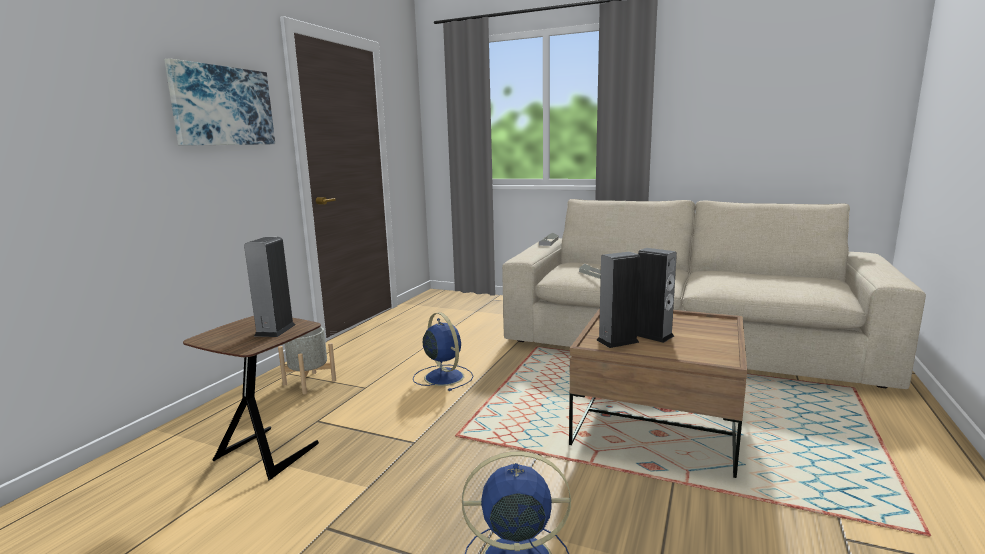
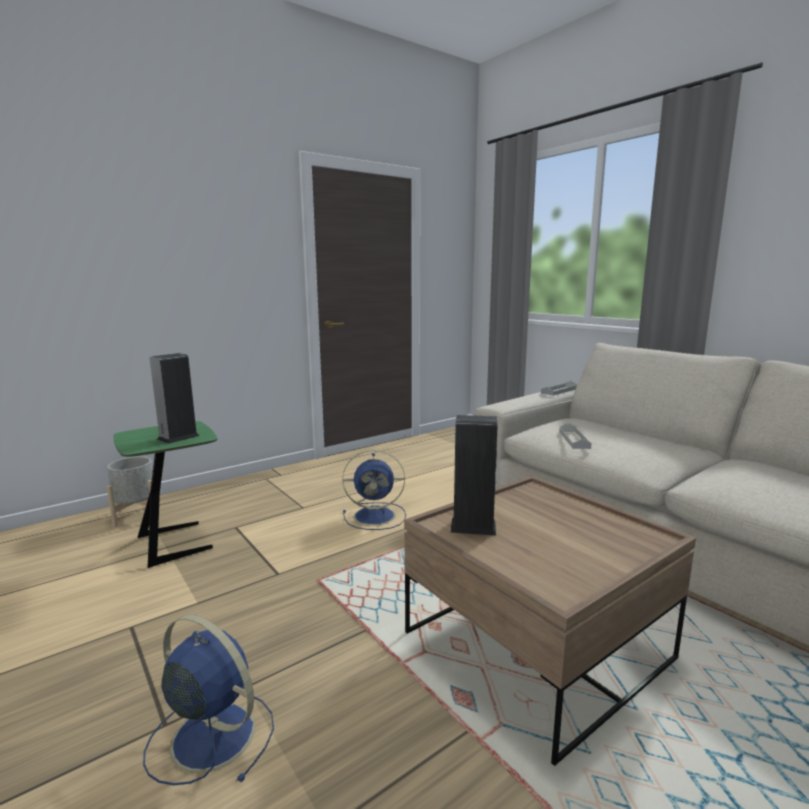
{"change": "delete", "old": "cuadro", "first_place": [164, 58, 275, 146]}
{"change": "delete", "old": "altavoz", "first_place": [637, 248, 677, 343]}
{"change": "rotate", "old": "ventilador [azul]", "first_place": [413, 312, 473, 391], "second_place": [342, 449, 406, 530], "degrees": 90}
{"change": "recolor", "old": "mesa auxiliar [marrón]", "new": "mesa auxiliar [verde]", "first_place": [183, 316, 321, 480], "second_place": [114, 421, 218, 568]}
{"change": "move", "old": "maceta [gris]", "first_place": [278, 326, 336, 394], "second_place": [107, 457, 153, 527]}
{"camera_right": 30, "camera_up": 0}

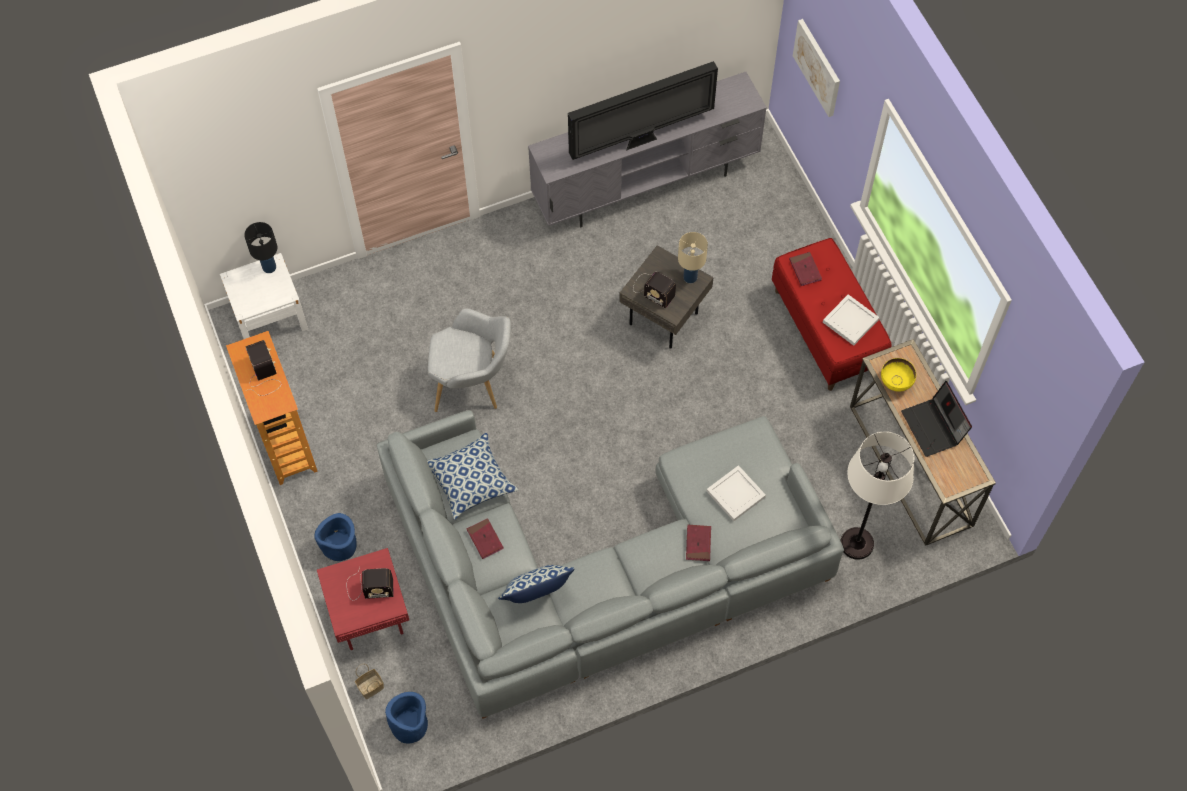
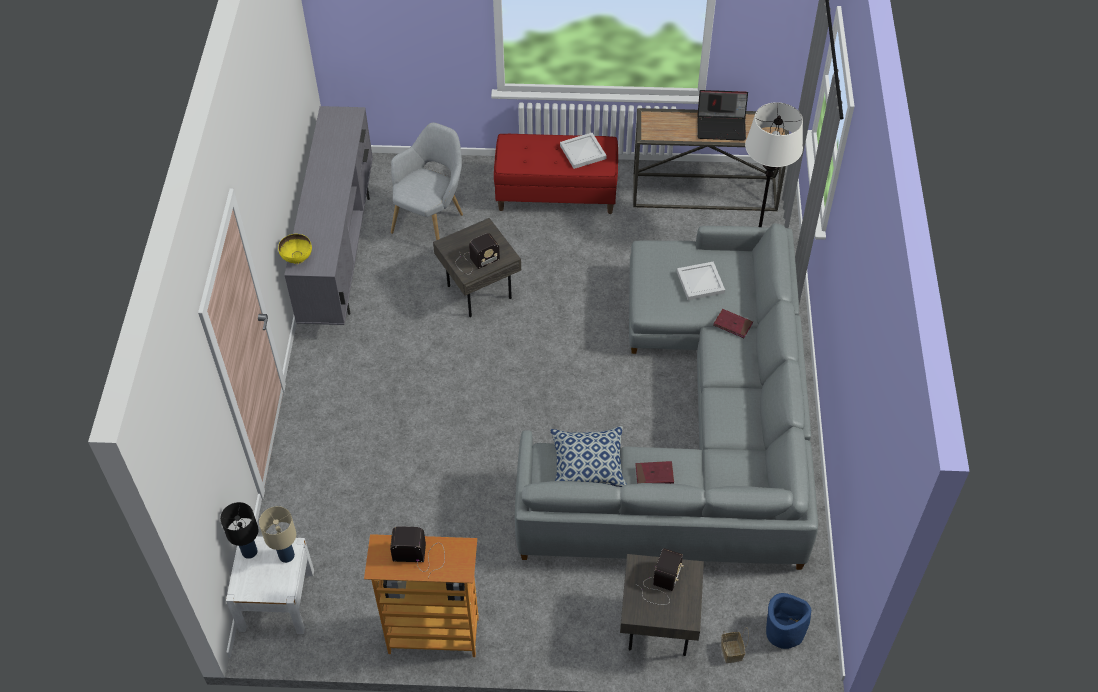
{"change": "delete", "old": "cuadro", "first_place": [793, 19, 840, 117]}
{"change": "delete", "old": "televisor", "first_place": [568, 61, 718, 160]}
{"change": "move", "old": "lámpara de mesa [beis]", "first_place": [678, 232, 708, 283], "second_place": [259, 506, 296, 563]}
{"change": "delete", "old": "libro [rojo]", "first_place": [789, 252, 822, 286]}
{"change": "move", "old": "sillón [gris]", "first_place": [428, 308, 511, 412], "second_place": [391, 123, 463, 240]}
{"change": "move", "old": "cuenco [amarillo]", "first_place": [881, 358, 916, 392], "second_place": [278, 234, 312, 264]}
{"change": "delete", "old": "maceta [azul]", "first_place": [314, 513, 357, 561]}
{"change": "recolor", "old": "mesa auxiliar [rojo]", "new": "mesa auxiliar [gris]", "first_place": [317, 548, 409, 650], "second_place": [620, 554, 704, 656]}
{"change": "delete", "old": "cojín", "first_place": [498, 565, 575, 603]}
{"camera_right": -65, "camera_up": -10}

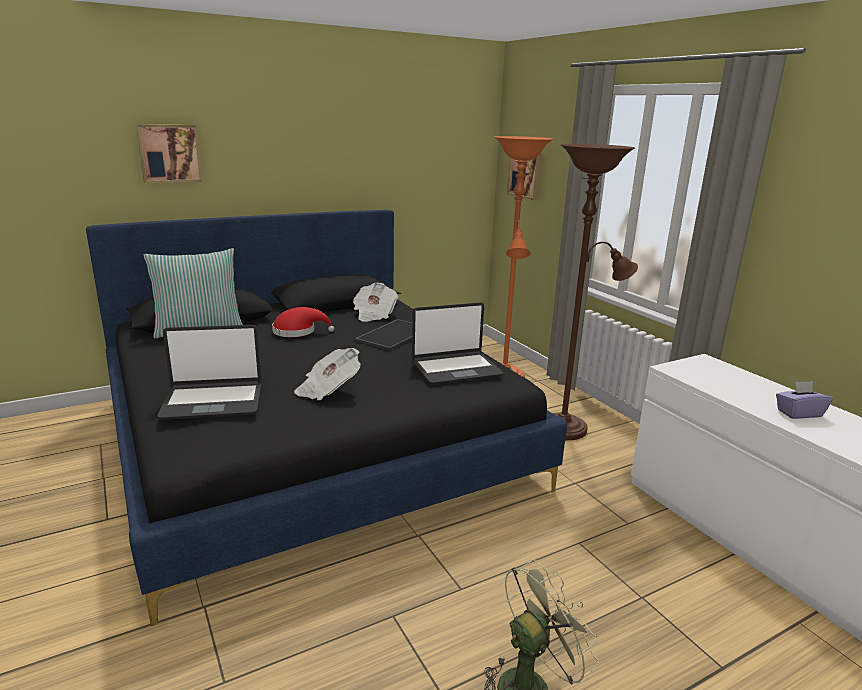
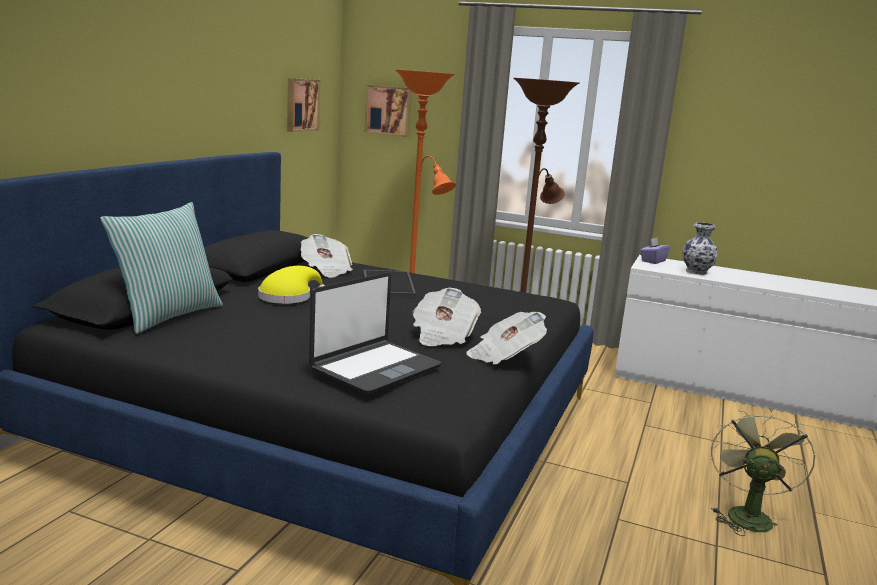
{"change": "move", "old": "cuadro", "first_place": [136, 124, 202, 183], "second_place": [287, 78, 321, 132]}
{"change": "delete", "old": "portátil", "first_place": [412, 302, 503, 385]}
{"change": "recolor", "old": "sombrero [rojo]", "new": "sombrero [amarillo]", "first_place": [272, 307, 334, 337], "second_place": [258, 266, 325, 304]}
{"change": "move", "old": "caja de pañuelos [morado]", "first_place": [776, 381, 833, 419], "second_place": [640, 238, 670, 264]}
{"change": "insert", "new": "florero", "second_place": [683, 222, 718, 275]}
{"change": "insert", "new": "periódico", "second_place": [466, 312, 547, 364]}
{"camera_right": -40, "camera_up": -5}

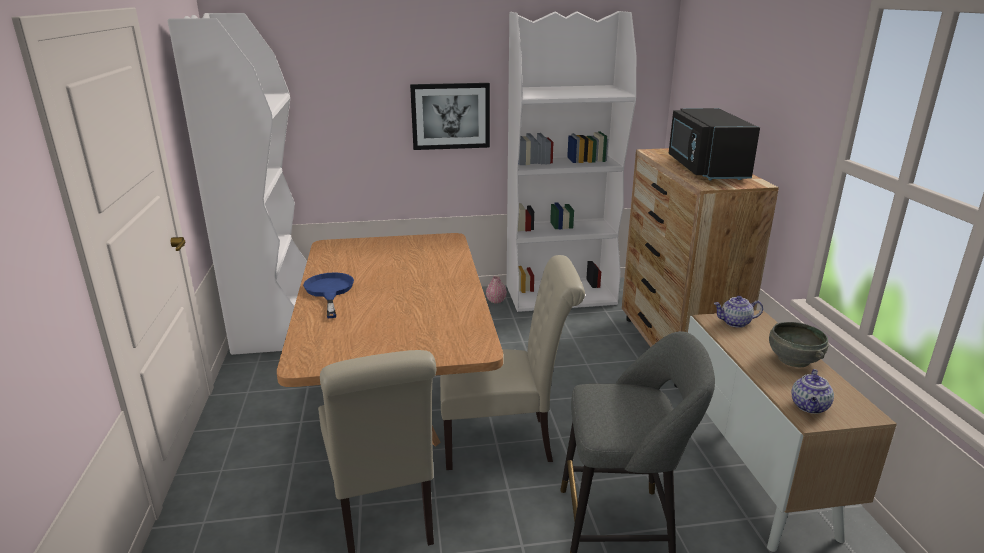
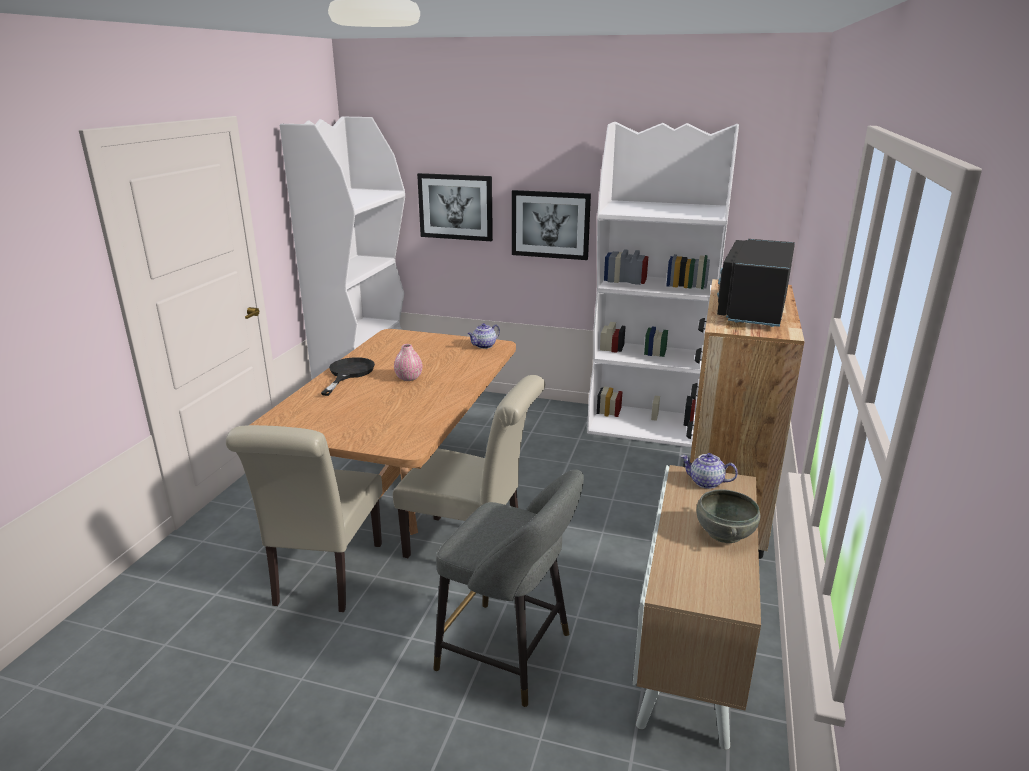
{"change": "recolor", "old": "sartén [azul]", "new": "sartén [negro]", "first_place": [303, 272, 354, 318], "second_place": [321, 357, 375, 396]}
{"change": "move", "old": "florero [rosa]", "first_place": [486, 276, 507, 303], "second_place": [394, 344, 422, 381]}
{"change": "move", "old": "tetera", "first_place": [792, 369, 834, 414], "second_place": [468, 323, 500, 349]}
{"change": "insert", "new": "cuadro", "second_place": [417, 173, 493, 241]}
{"camera_right": 25, "camera_up": 0}

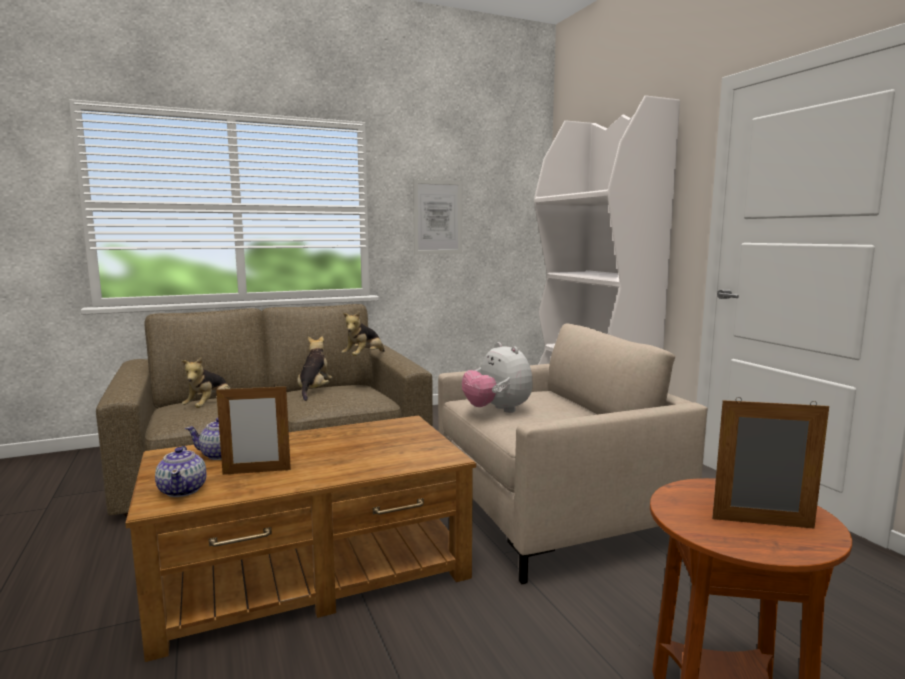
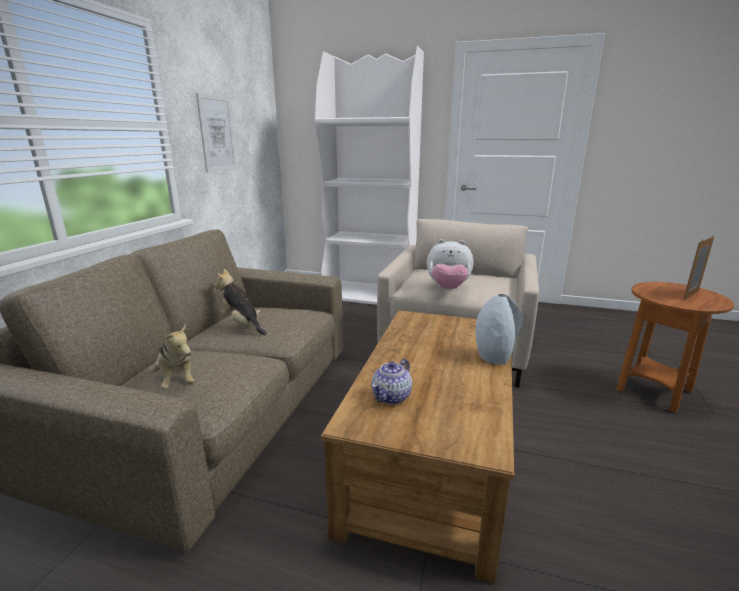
{"change": "delete", "old": "peluche", "first_place": [342, 311, 385, 356]}
{"change": "delete", "old": "portarretratos", "first_place": [216, 384, 291, 475]}
{"change": "delete", "old": "tetera", "first_place": [155, 446, 206, 497]}
{"change": "insert", "new": "florero [gris]", "second_place": [475, 294, 524, 365]}
{"camera_right": -50, "camera_up": 10}

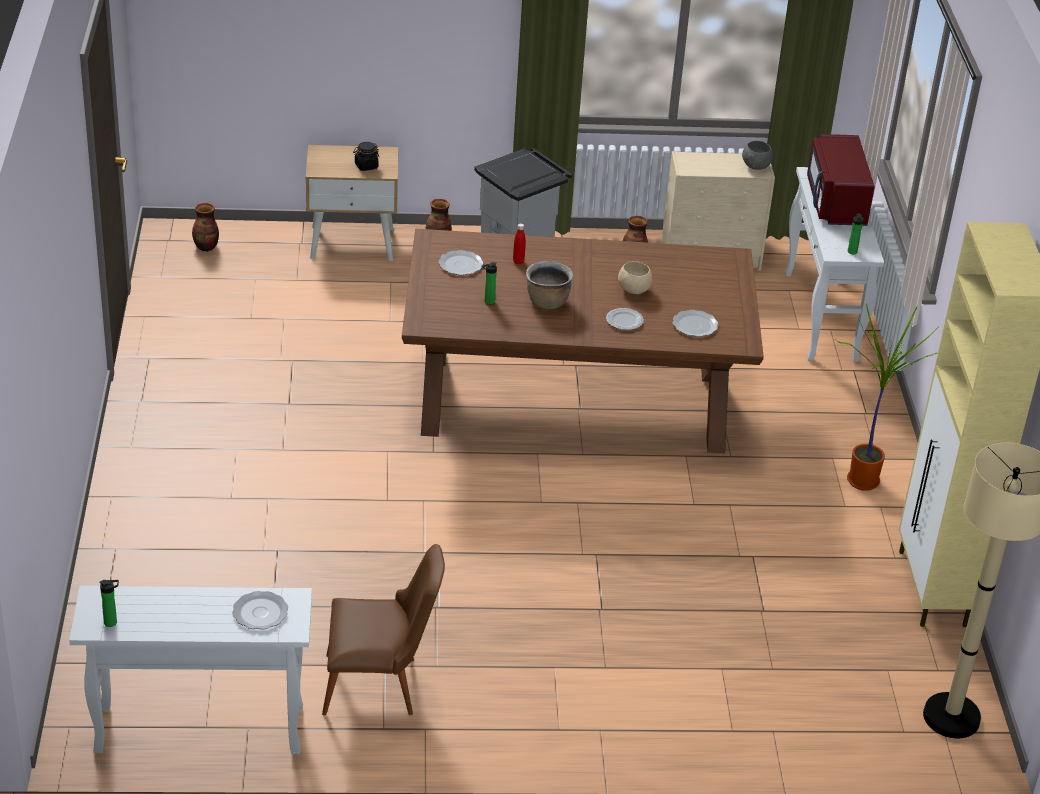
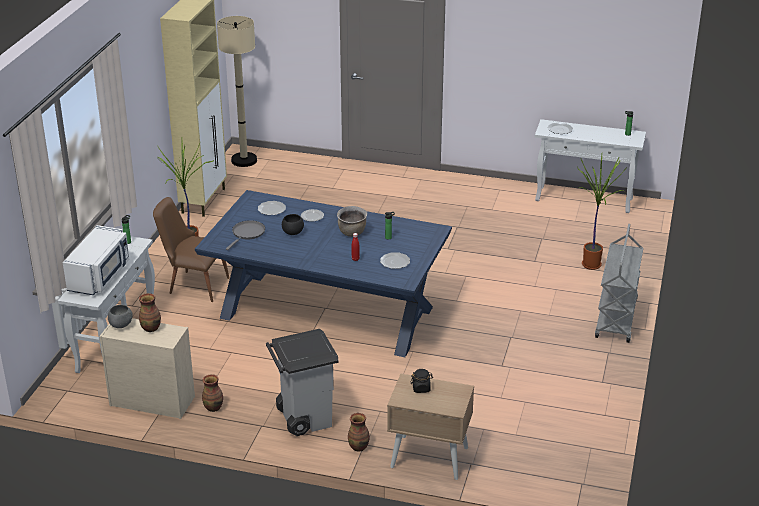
{"change": "recolor", "old": "microondas [rojo]", "new": "microondas [blanco]", "first_place": [807, 134, 875, 226], "second_place": [63, 225, 129, 295]}
{"change": "move", "old": "florero", "first_place": [192, 203, 219, 252], "second_place": [139, 293, 161, 332]}
{"change": "recolor", "old": "mesa de comedor [marrón]", "new": "mesa de comedor [azul]", "first_place": [402, 229, 764, 453], "second_place": [195, 190, 452, 357]}
{"change": "recolor", "old": "cuenco [beis]", "new": "cuenco [negro]", "first_place": [618, 261, 653, 294], "second_place": [282, 214, 304, 235]}
{"change": "move", "old": "silla [marrón]", "first_place": [322, 544, 445, 715], "second_place": [153, 197, 230, 302]}
{"change": "insert", "new": "planta en maceta", "second_place": [577, 154, 628, 270]}
{"change": "insert", "new": "sartén [gris]", "second_place": [226, 220, 265, 250]}
{"change": "insert", "new": "carrito [gris]", "second_place": [595, 224, 643, 343]}
{"camera_right": -160, "camera_up": -5}

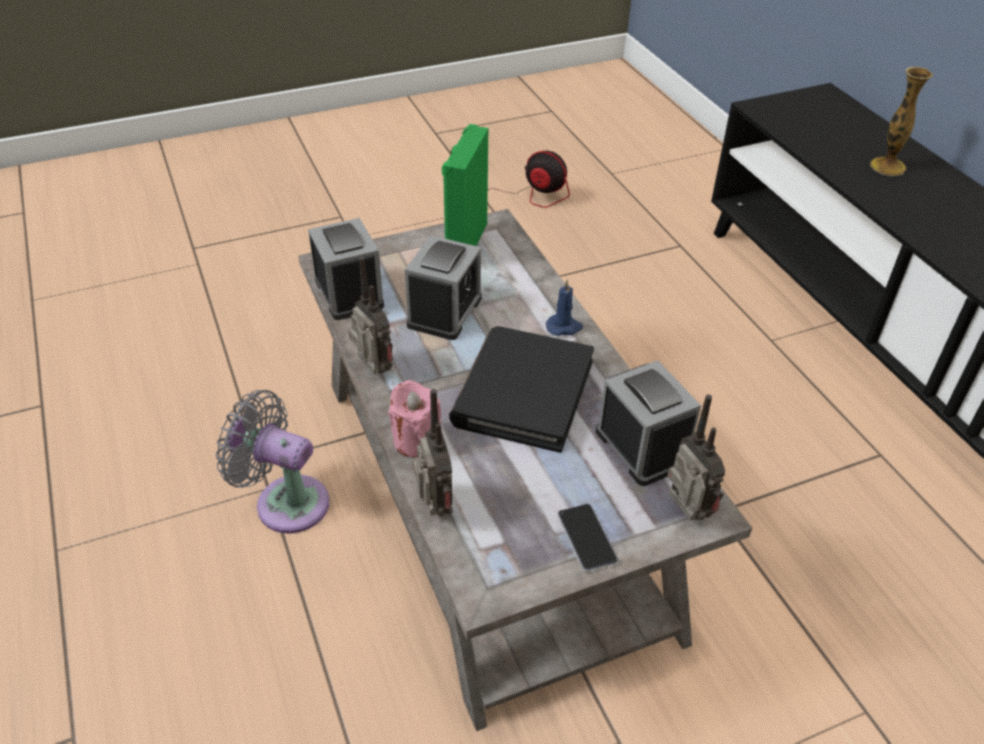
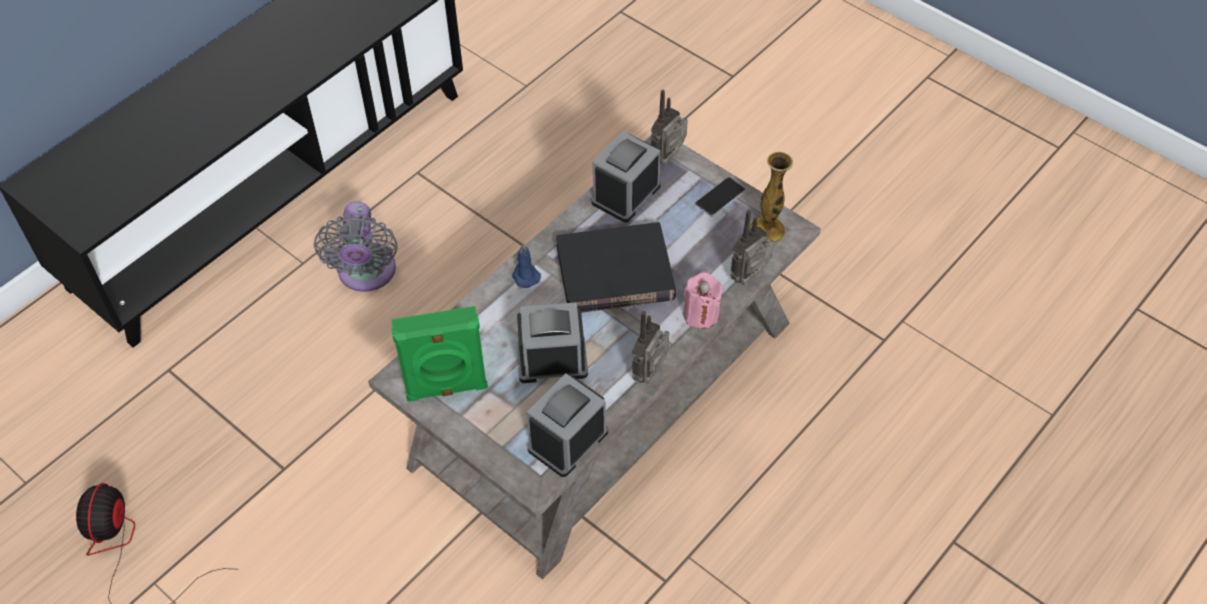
{"change": "move", "old": "florero", "first_place": [870, 67, 932, 176], "second_place": [749, 152, 793, 244]}
{"change": "move", "old": "ventilador [gris]", "first_place": [216, 390, 329, 533], "second_place": [314, 201, 398, 292]}
{"camera_right": -115, "camera_up": 10}

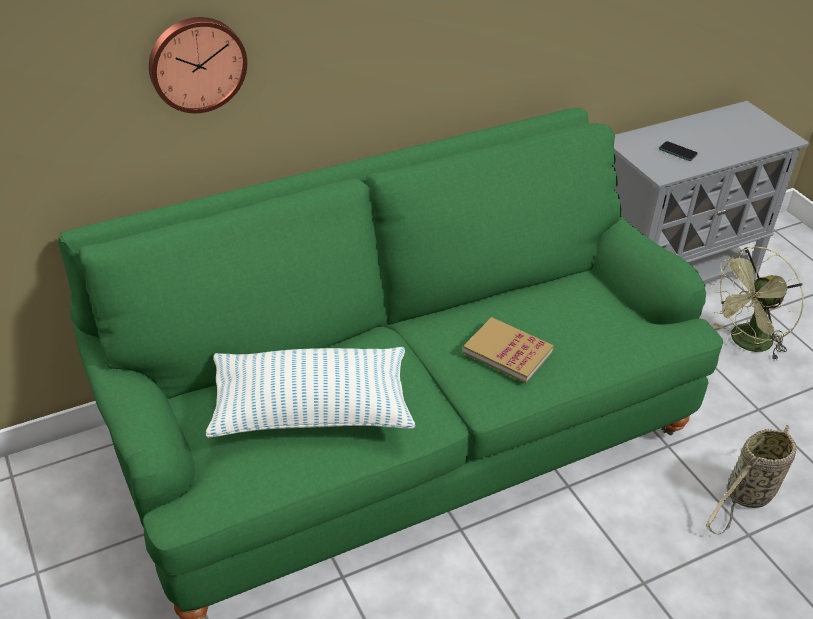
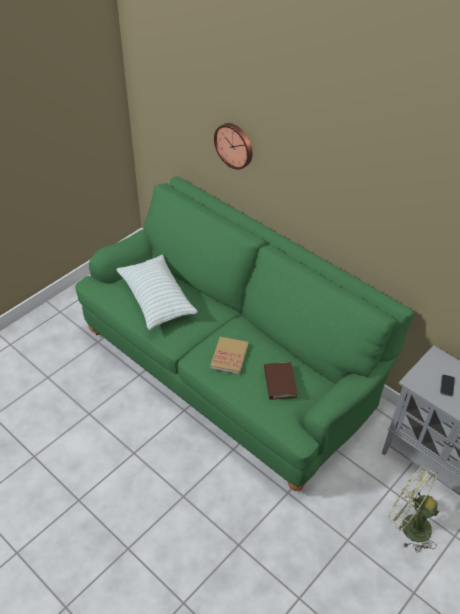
{"change": "delete", "old": "cesta", "first_place": [706, 425, 797, 535]}
{"change": "insert", "new": "libro [marrón]", "second_place": [264, 362, 298, 400]}
{"camera_right": 70, "camera_up": 5}

